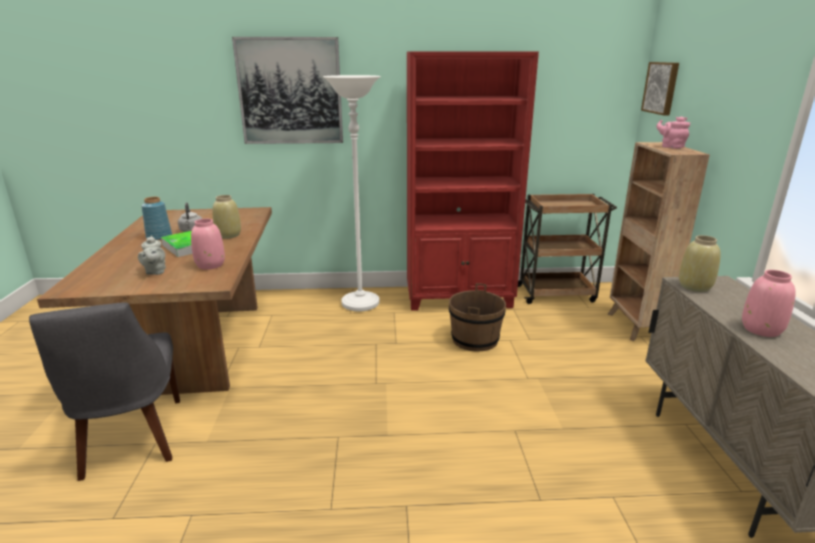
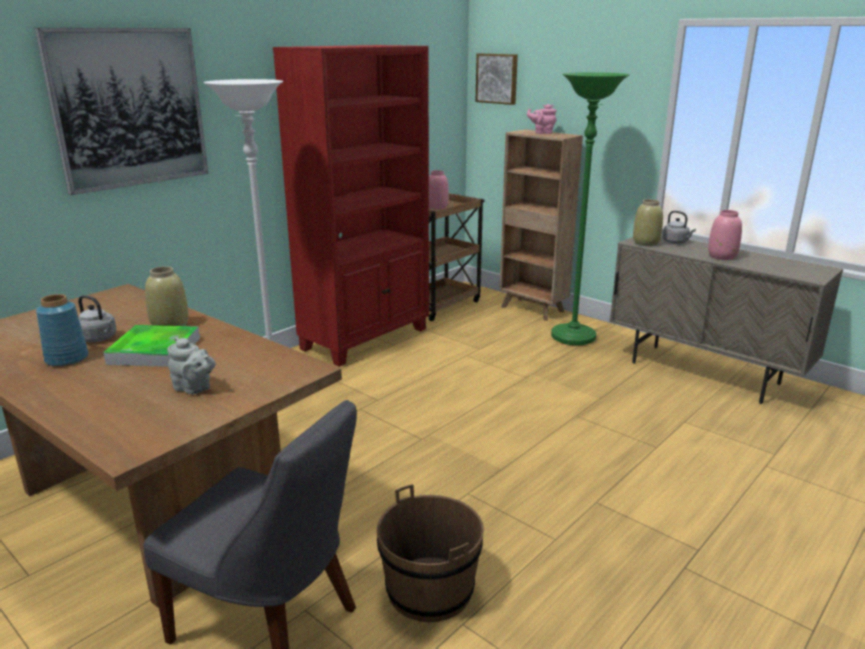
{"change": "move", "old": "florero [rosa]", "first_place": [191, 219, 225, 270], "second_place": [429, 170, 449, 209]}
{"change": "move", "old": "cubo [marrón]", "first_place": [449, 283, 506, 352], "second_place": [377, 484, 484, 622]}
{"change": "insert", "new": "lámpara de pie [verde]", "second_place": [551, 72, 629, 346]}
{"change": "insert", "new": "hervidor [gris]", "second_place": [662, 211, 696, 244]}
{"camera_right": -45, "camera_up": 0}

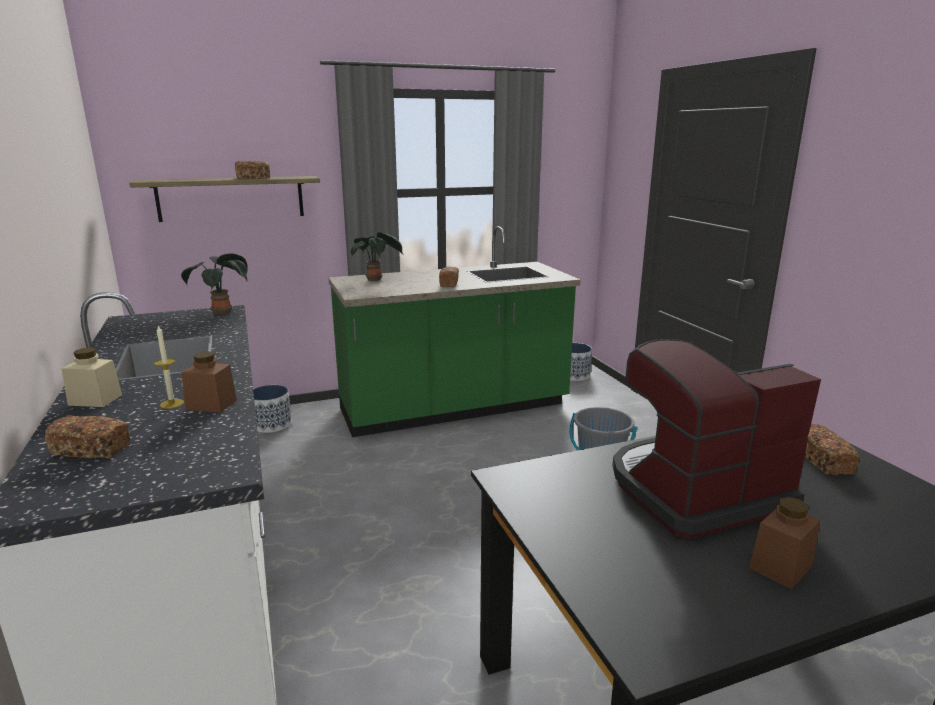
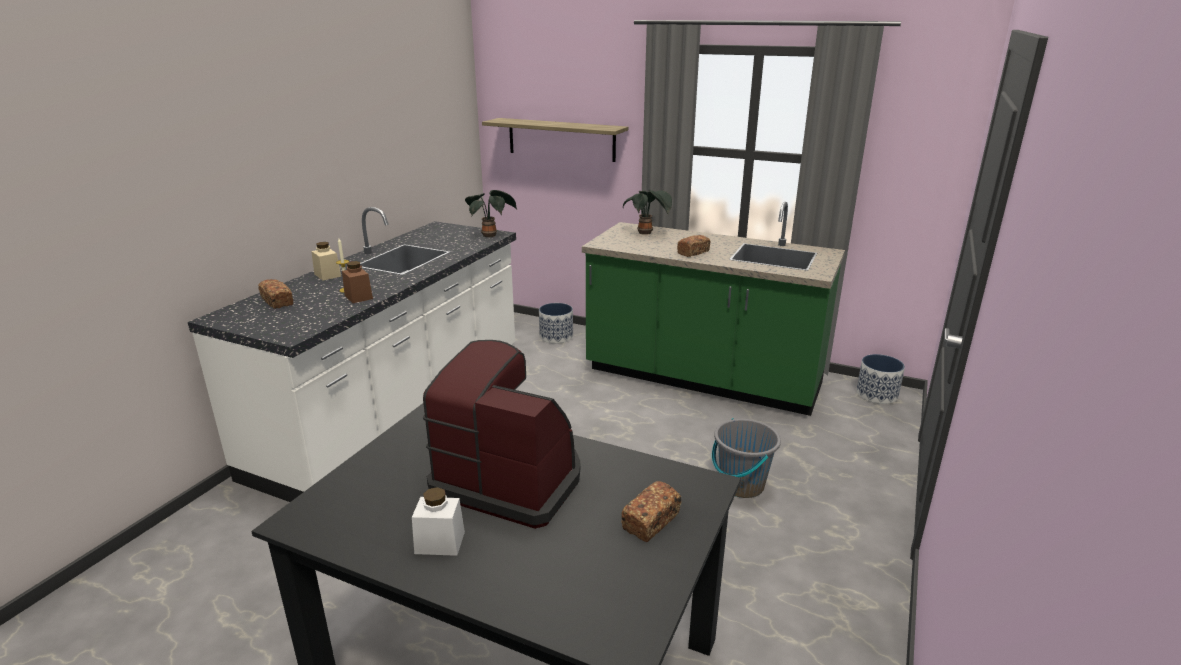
{"change": "delete", "old": "pan", "first_place": [235, 161, 270, 179]}
{"change": "recolor", "old": "tarro [marrón]", "new": "tarro [blanco]", "first_place": [749, 497, 820, 589], "second_place": [412, 487, 465, 556]}
{"camera_right": 45, "camera_up": 5}

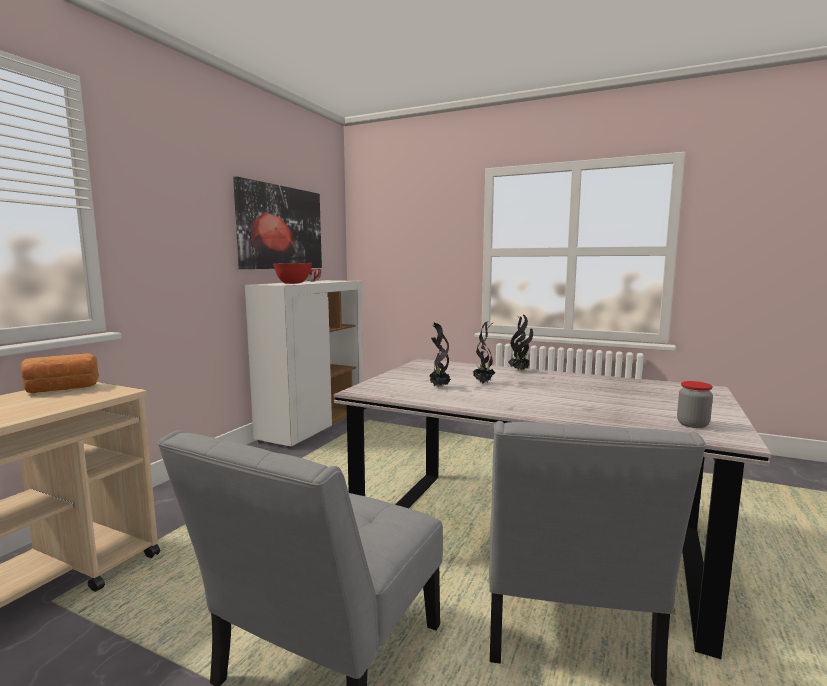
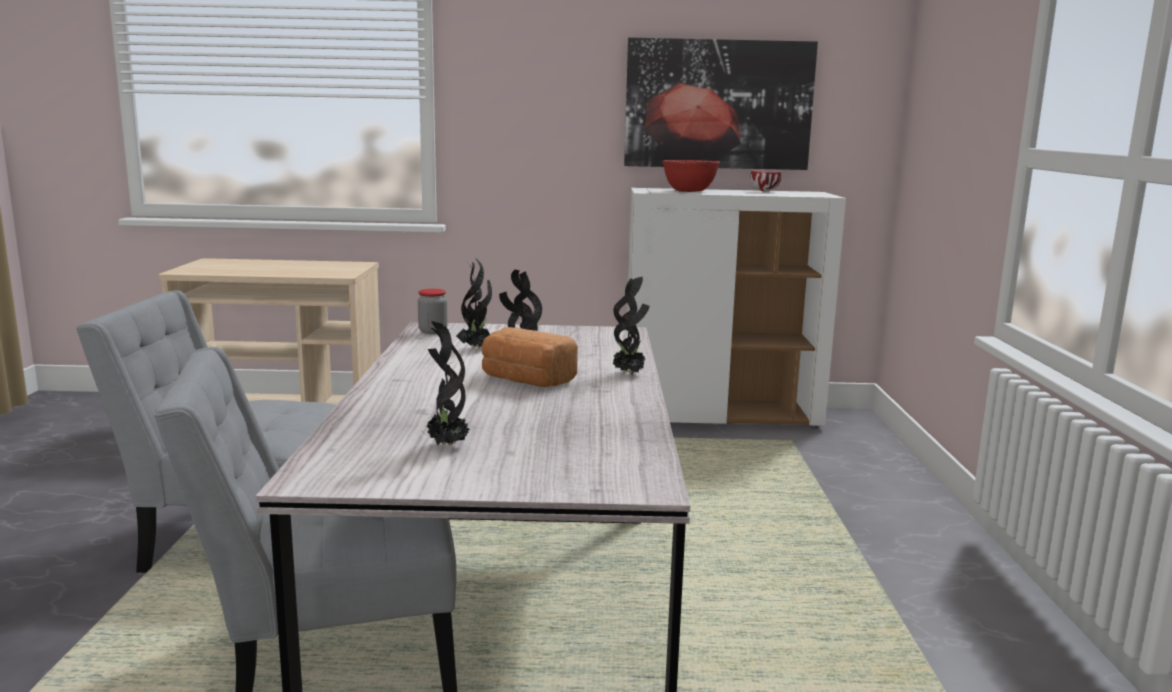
{"change": "move", "old": "pan", "first_place": [21, 353, 99, 393], "second_place": [482, 327, 578, 387]}
{"change": "move", "old": "tarro", "first_place": [677, 381, 713, 428], "second_place": [418, 289, 447, 334]}
{"change": "insert", "new": "planta en maceta", "second_place": [424, 321, 470, 446]}
{"camera_right": 65, "camera_up": 5}

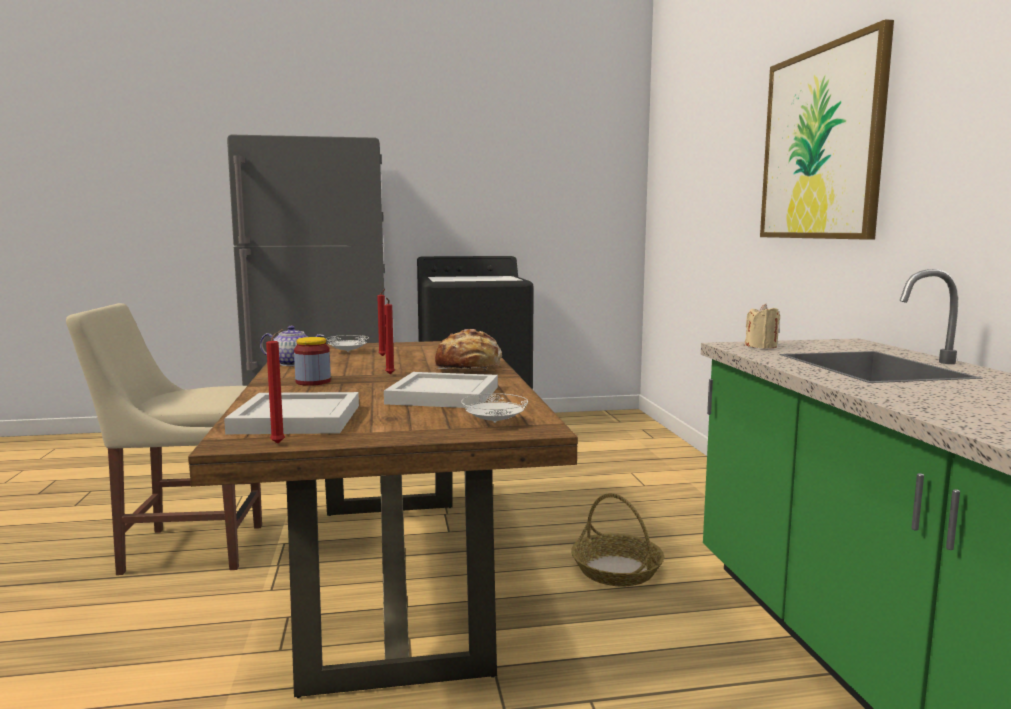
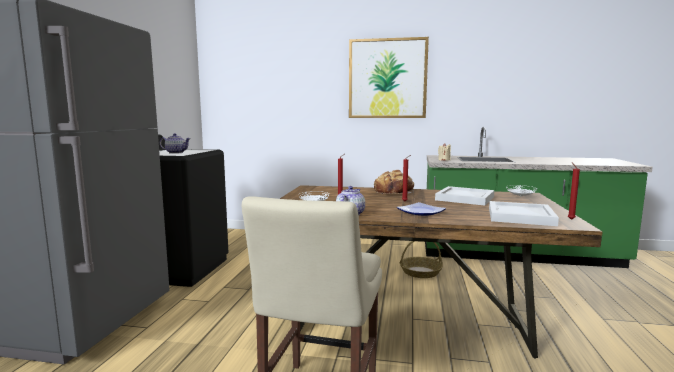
{"change": "replace", "old": "tarro", "new": "plato", "first_place": [294, 337, 331, 386], "second_place": [397, 202, 446, 216]}
{"change": "insert", "new": "tetera", "second_place": [160, 133, 191, 154]}
{"camera_right": -70, "camera_up": 0}

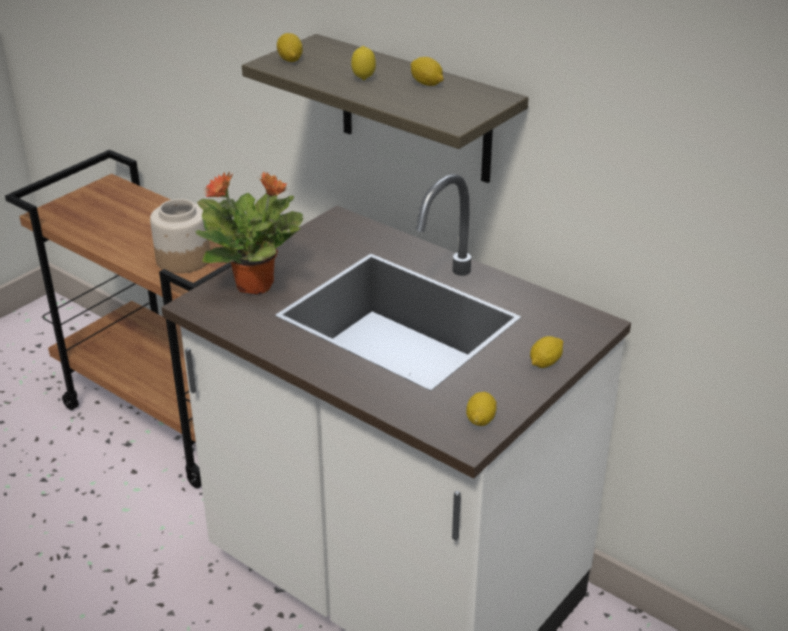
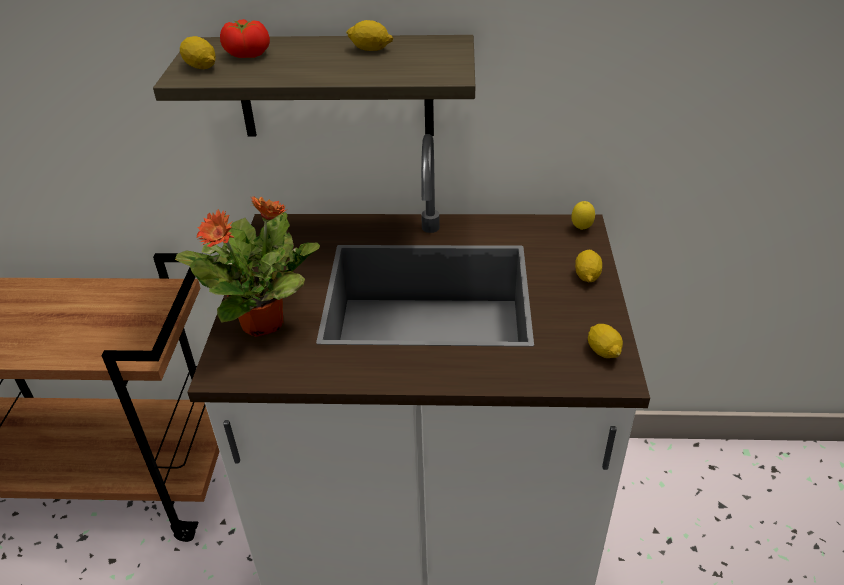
{"change": "move", "old": "limón", "first_place": [351, 46, 376, 80], "second_place": [571, 201, 595, 230]}
{"change": "delete", "old": "tarro", "first_place": [150, 199, 210, 273]}
{"change": "insert", "new": "tomate", "second_place": [220, 19, 270, 58]}
{"camera_right": -35, "camera_up": 5}

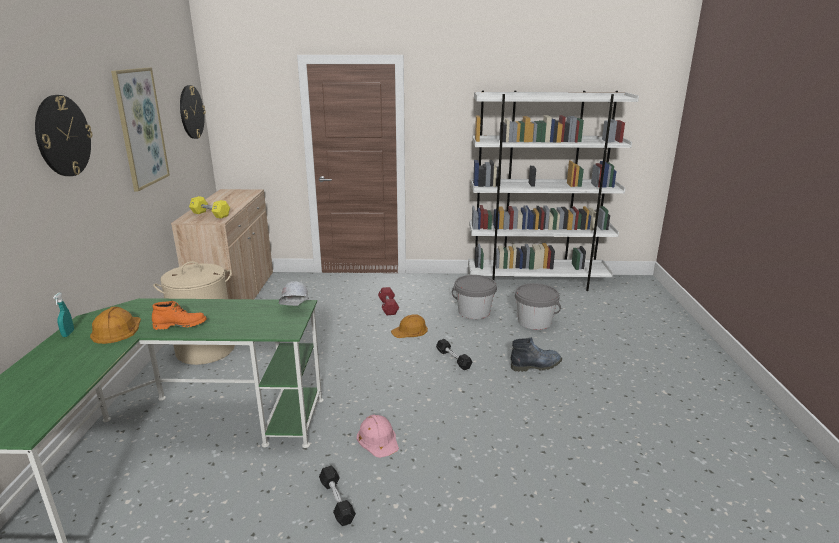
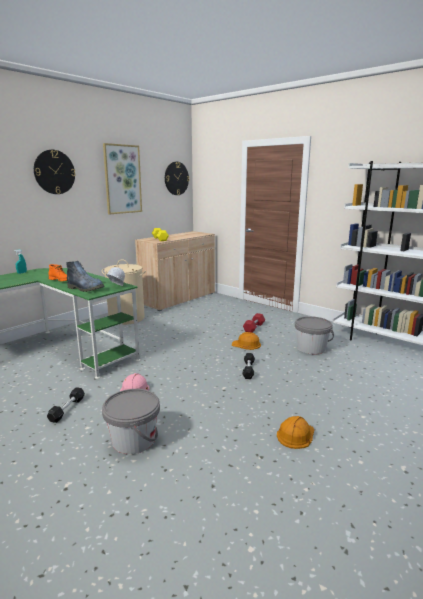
{"change": "move", "old": "cubo [gris]", "first_place": [515, 283, 561, 330], "second_place": [102, 389, 160, 454]}
{"change": "move", "old": "casco [naranja]", "first_place": [90, 307, 141, 344], "second_place": [277, 416, 314, 449]}
{"change": "move", "old": "bota", "first_place": [511, 338, 562, 372], "second_place": [66, 261, 105, 292]}
{"camera_right": 40, "camera_up": -5}

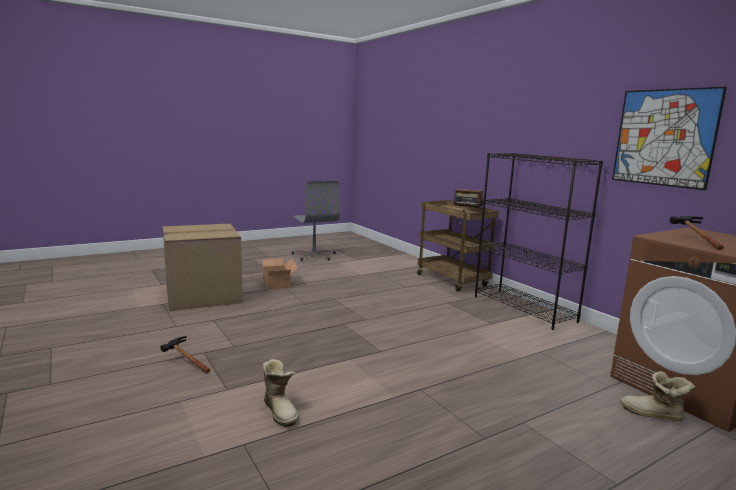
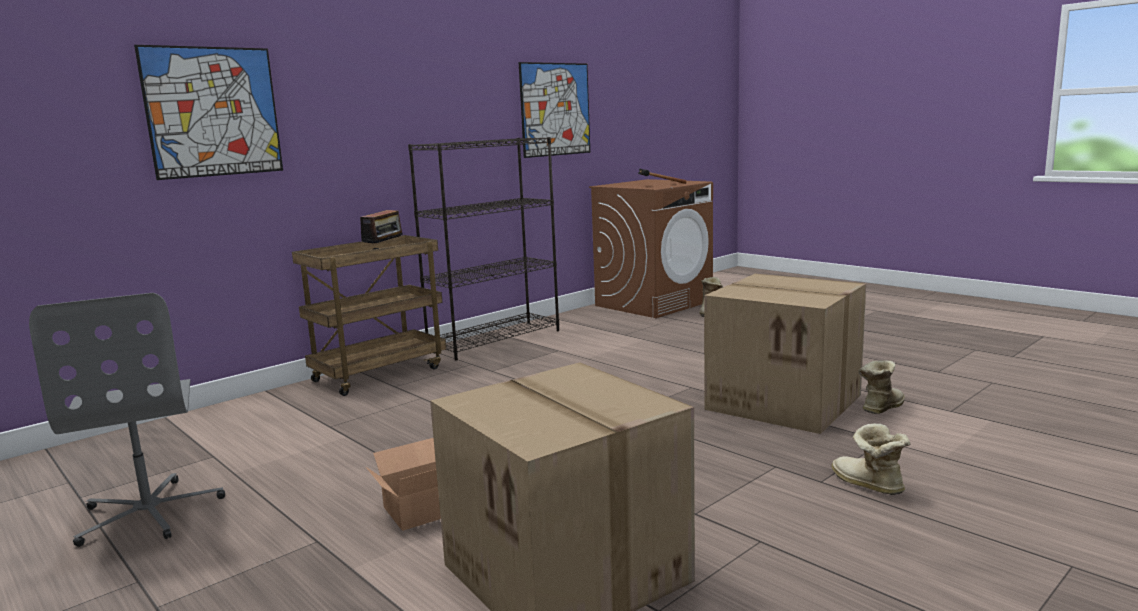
{"change": "rotate", "old": "silla de oficina [gris]", "first_place": [291, 181, 340, 261], "second_place": [29, 293, 225, 547], "degrees": 105}
{"change": "replace", "old": "martillo", "new": "bota", "first_place": [161, 336, 210, 373], "second_place": [832, 423, 910, 495]}
{"change": "insert", "new": "cuadro", "second_place": [134, 45, 283, 180]}
{"change": "insert", "new": "caja de cartón", "second_place": [704, 274, 866, 434]}
{"camera_right": -100, "camera_up": 0}

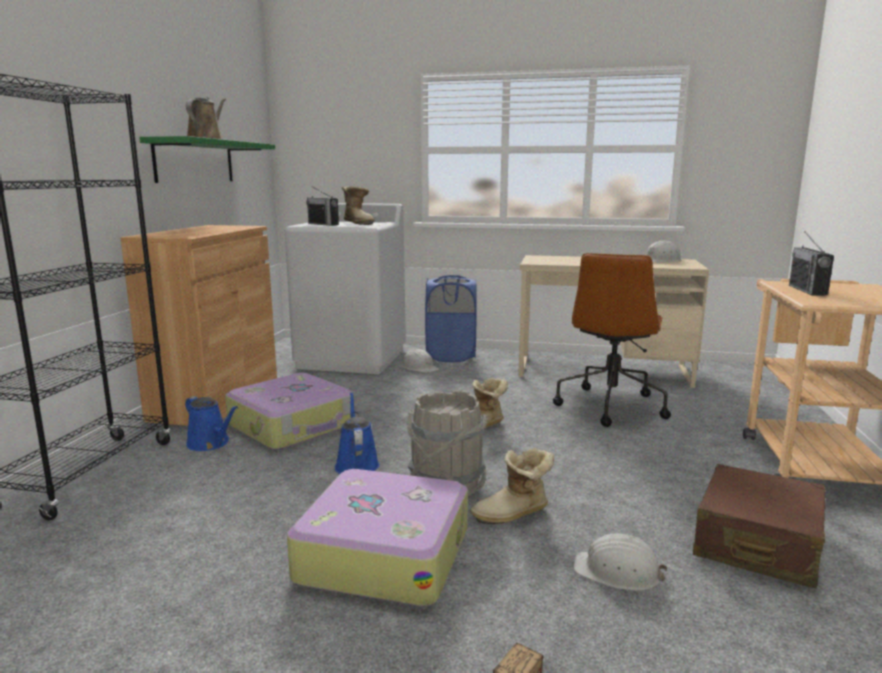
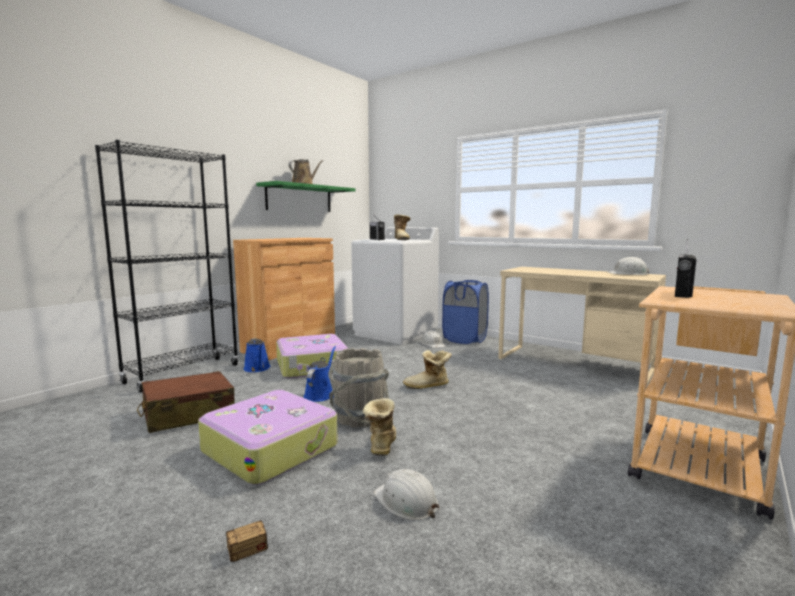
{"change": "delete", "old": "silla de oficina [marrón]", "first_place": [553, 253, 671, 427]}
{"change": "rotate", "old": "bota", "first_place": [470, 448, 554, 524], "second_place": [363, 398, 396, 456], "degrees": 90}
{"change": "move", "old": "maleta [marrón]", "first_place": [693, 464, 826, 588], "second_place": [137, 371, 235, 433]}
{"camera_right": 25, "camera_up": -5}

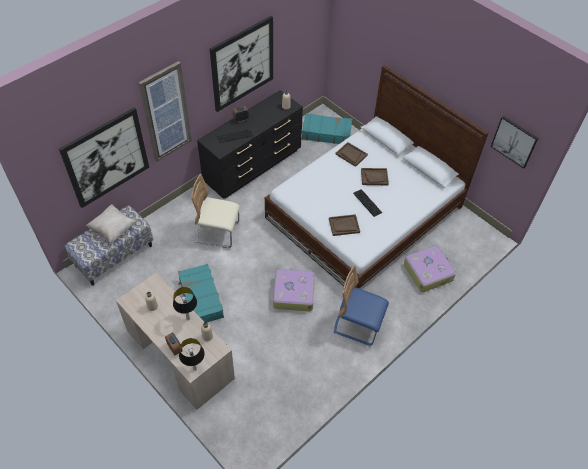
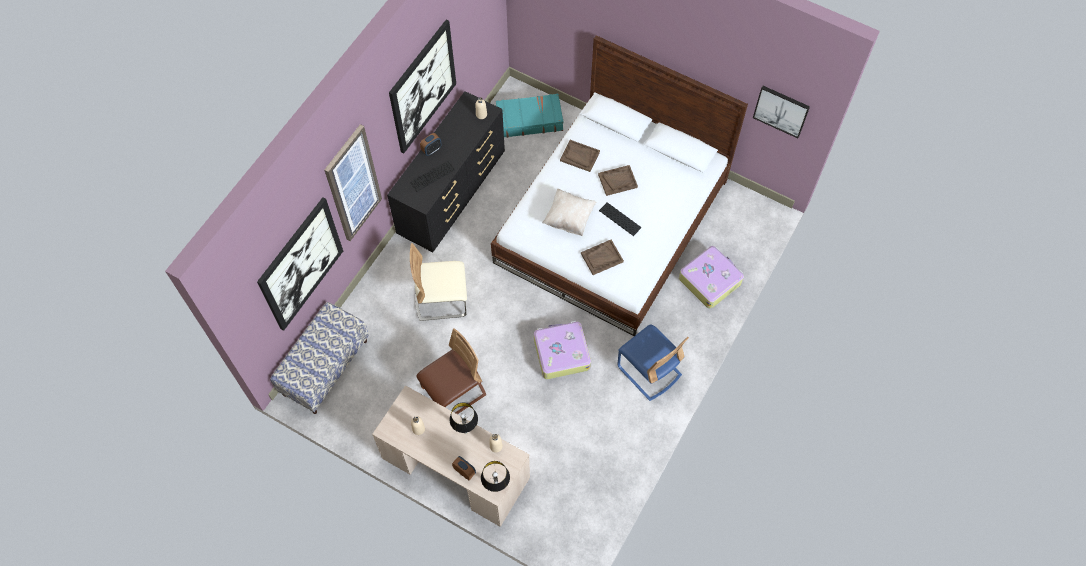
{"change": "move", "old": "cojín [beis]", "first_place": [86, 204, 136, 243], "second_place": [542, 189, 596, 236]}
{"change": "replace", "old": "maleta [turquesa]", "new": "silla [marrón]", "first_place": [178, 264, 224, 322], "second_place": [416, 328, 486, 414]}
{"change": "rotate", "old": "silla [azul]", "first_place": [334, 265, 389, 346], "second_place": [617, 324, 689, 401], "degrees": -135}
{"camera_right": -15, "camera_up": 10}

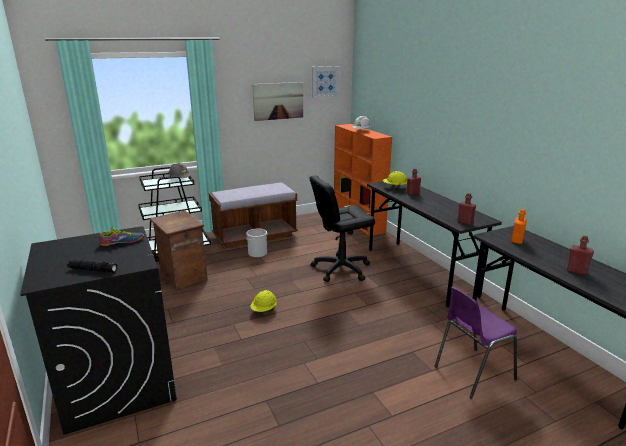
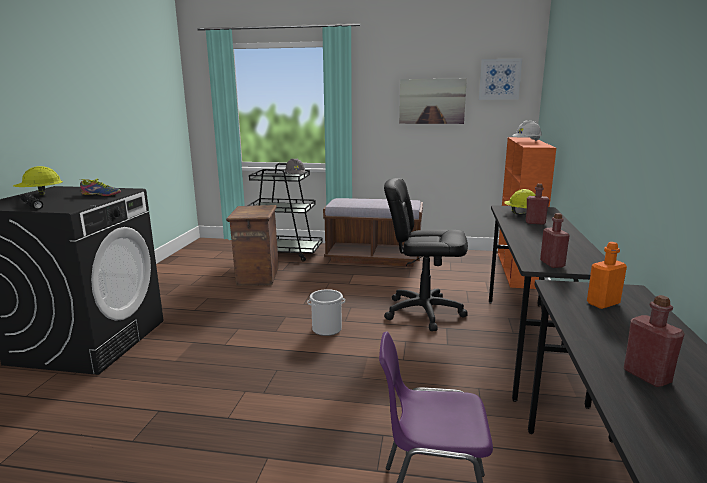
{"change": "move", "old": "cubo", "first_place": [246, 229, 267, 258], "second_place": [307, 289, 345, 336]}
{"change": "move", "old": "casco [amarillo]", "first_place": [250, 290, 277, 312], "second_place": [13, 166, 63, 195]}
{"camera_right": 35, "camera_up": -5}

